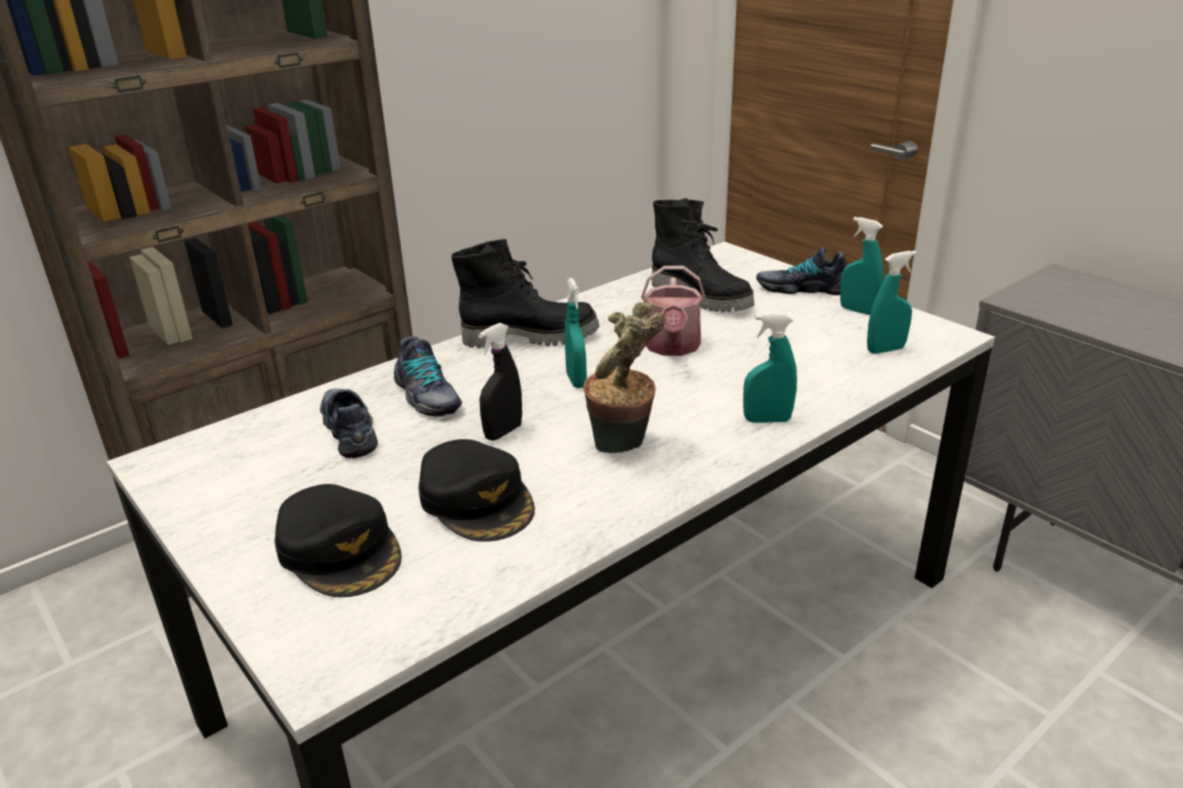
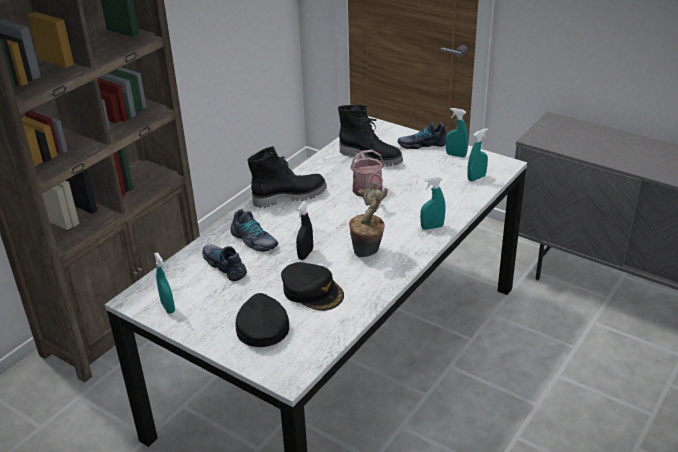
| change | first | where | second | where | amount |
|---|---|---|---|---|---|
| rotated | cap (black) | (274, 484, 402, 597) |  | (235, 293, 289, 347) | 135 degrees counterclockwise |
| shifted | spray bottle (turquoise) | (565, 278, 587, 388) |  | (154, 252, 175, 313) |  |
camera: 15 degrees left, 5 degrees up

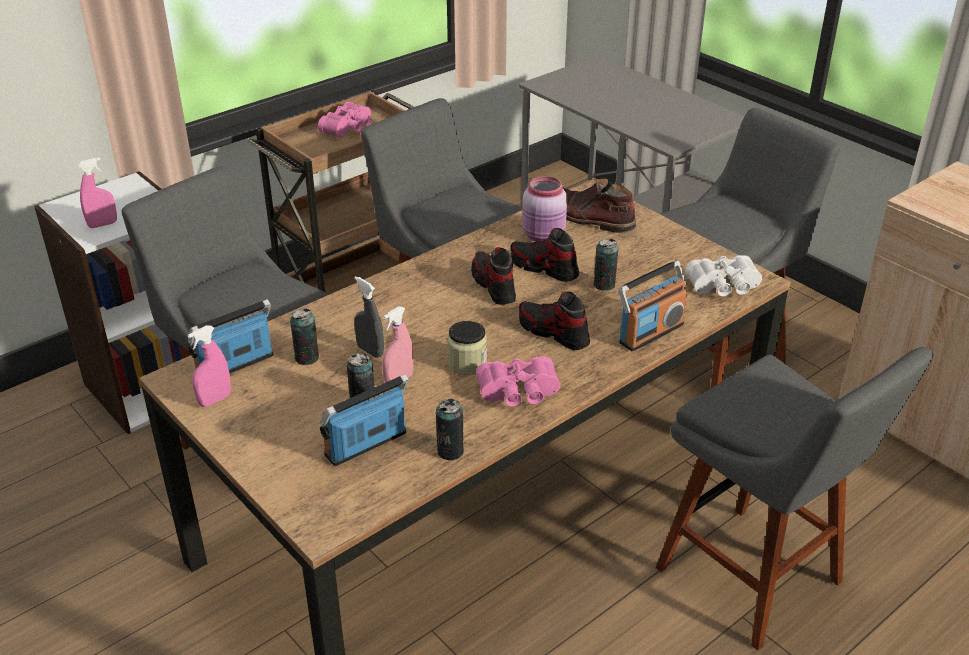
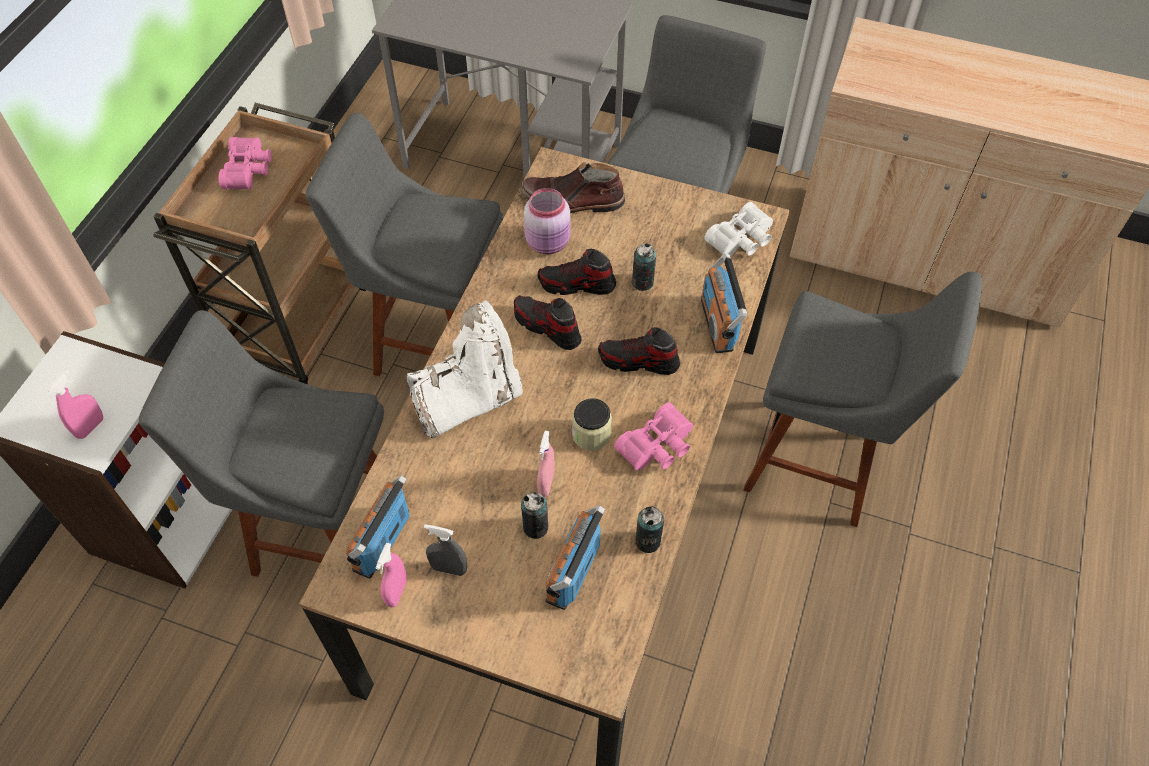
| change | first | where | second | where | amount |
|---|---|---|---|---|---|
| gone | can | (290, 308, 319, 365) |  |  |  |
| shifted | spray bottle (grey) | (354, 276, 384, 358) |  | (424, 524, 467, 576) |  |
| rotated | radio | (618, 261, 687, 352) |  | (701, 254, 747, 353) | 150 degrees clockwise |
| new |  |  | boot (white) | (407, 300, 523, 439) |  |
camera: 30 degrees left, 20 degrees up

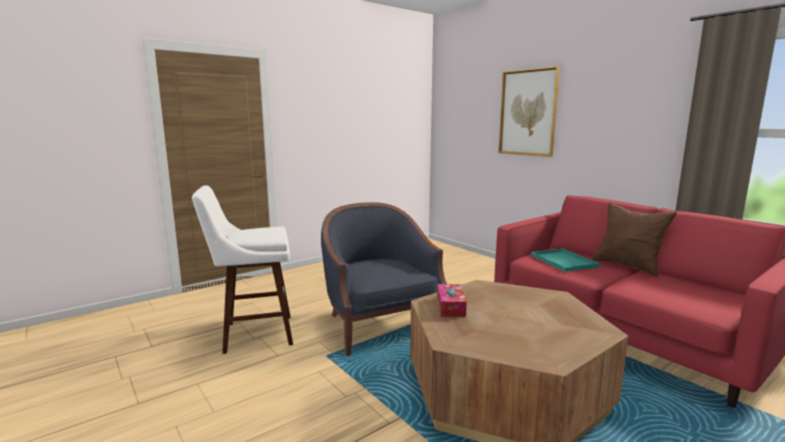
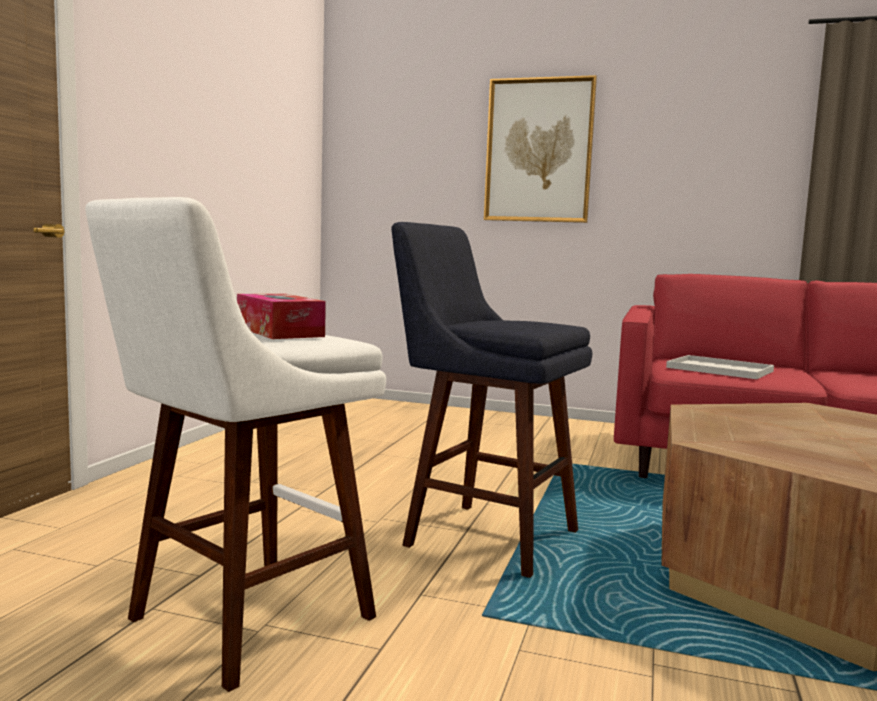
| change | first | where | second | where | amount |
|---|---|---|---|---|---|
| swapped | armchair (blue) | (321, 202, 447, 356) | stool (blue) | (391, 222, 592, 578) |  |
| shifted | tissue box | (437, 284, 467, 317) |  | (237, 294, 326, 339) |  |
| repainted | tray (turquoise) | (531, 249, 600, 272) | tray (white) | (666, 355, 774, 379) |  |
| gone | pillow (brown) | (592, 202, 677, 277) |  |  |  |
camera: 35 degrees left, 5 degrees down

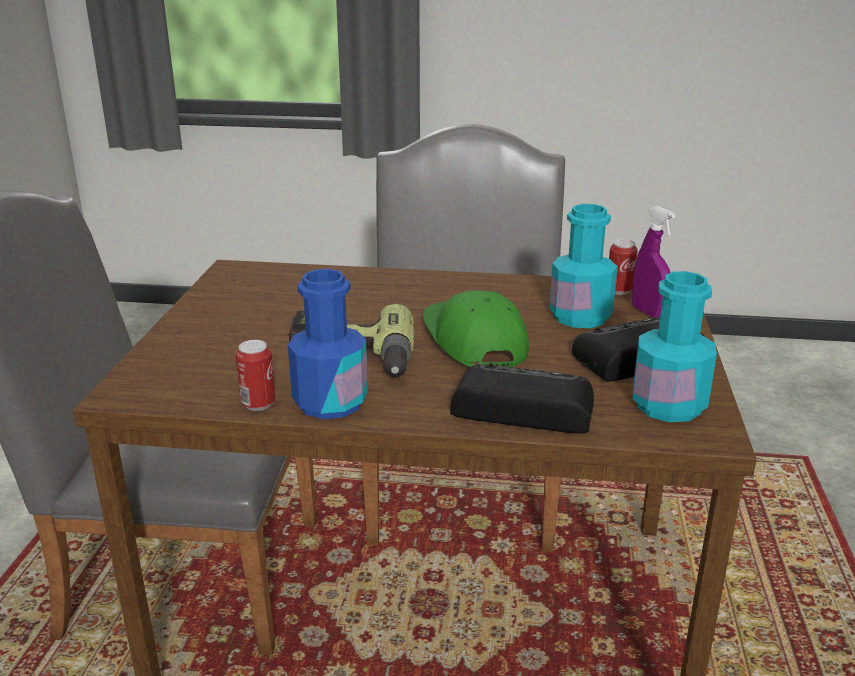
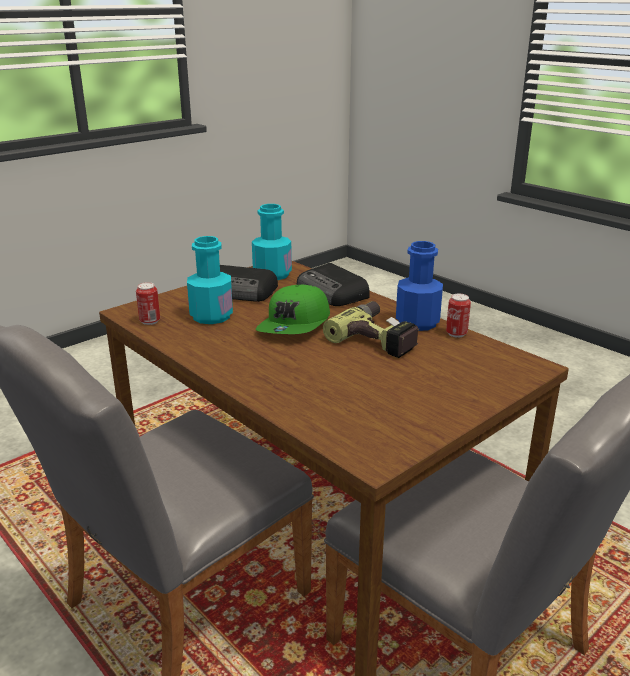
| change | first | where | second | where | amount |
|---|---|---|---|---|---|
| gone | spray bottle (purple) | (632, 206, 675, 318) |  |  |  |
camera: 140 degrees left, 0 degrees up

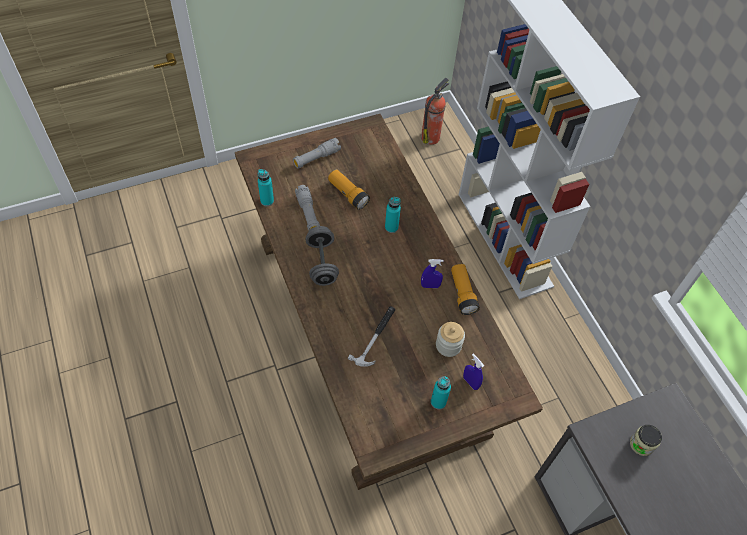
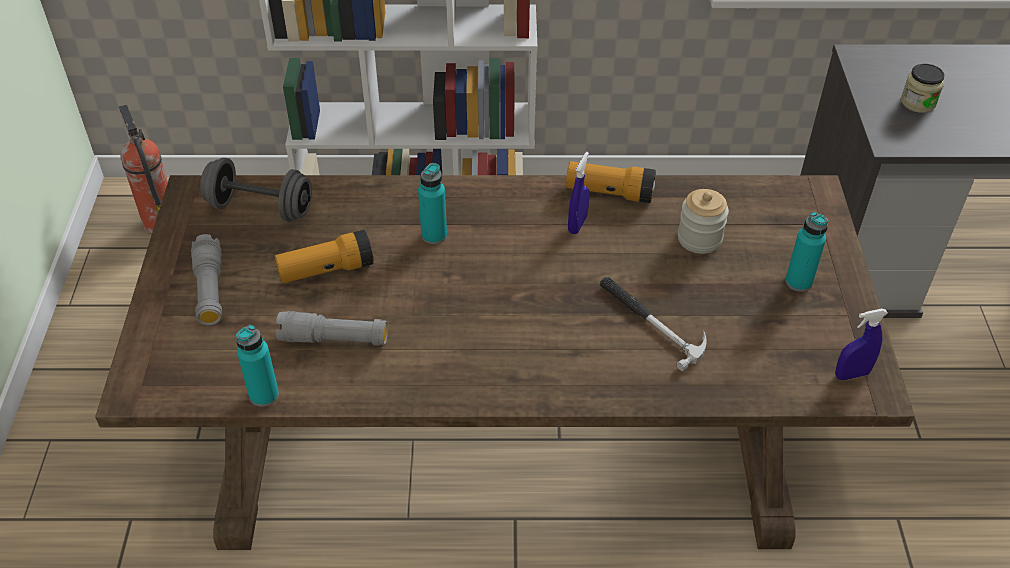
| change | first | where | second | where | amount |
|---|---|---|---|---|---|
| shifted | dumbbell (grey) | (306, 226, 339, 286) |  | (200, 158, 312, 222) |  |
| shifted | spray bottle (blue) | (463, 353, 484, 390) |  | (835, 309, 888, 380) |  |
camera: 65 degrees left, 10 degrees down

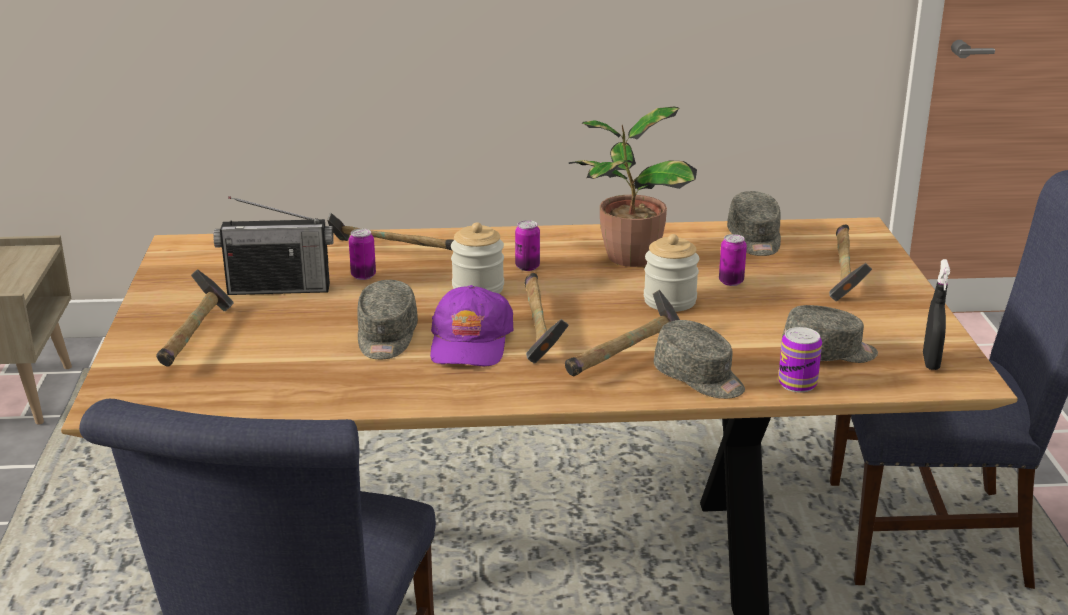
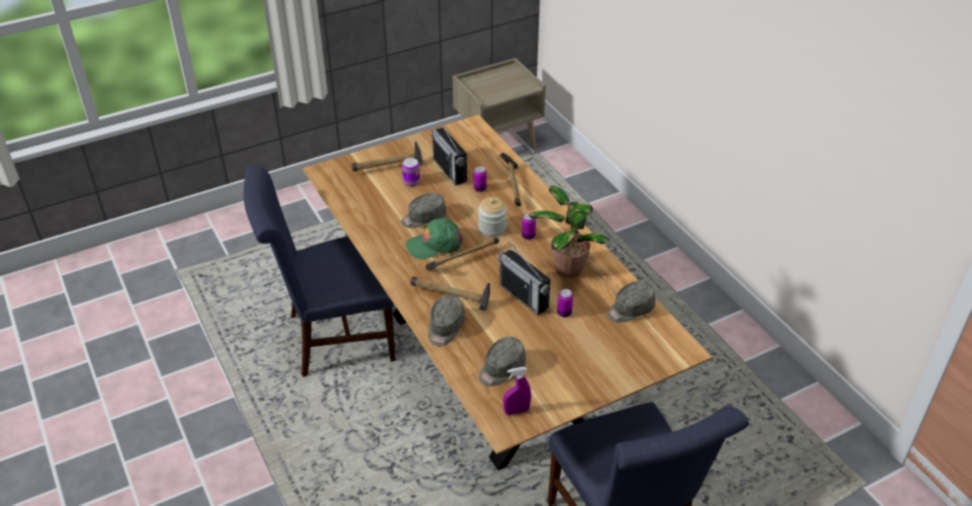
| change | first | where | second | where | amount |
|---|---|---|---|---|---|
| repainted | cap (purple) | (430, 285, 514, 367) | cap (green) | (406, 218, 464, 259) |  |
| swapped | jar | (644, 234, 699, 312) | radio | (498, 242, 551, 315) |  |
| shifted | can | (778, 327, 822, 392) |  | (402, 158, 420, 187) |  |
| rotated | cap (grey) | (782, 305, 878, 363) |  | (479, 337, 526, 386) | 75 degrees clockwise |
| gone | hammer | (829, 225, 872, 301) |  |  |  |
| repainted | spray bottle (black) | (923, 259, 950, 370) | spray bottle (purple) | (503, 367, 531, 415) |  |
camera: 65 degrees right, 15 degrees up

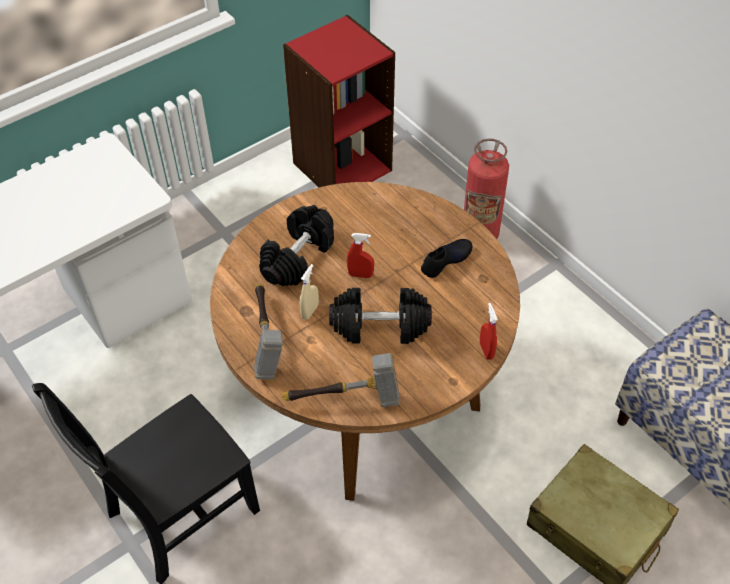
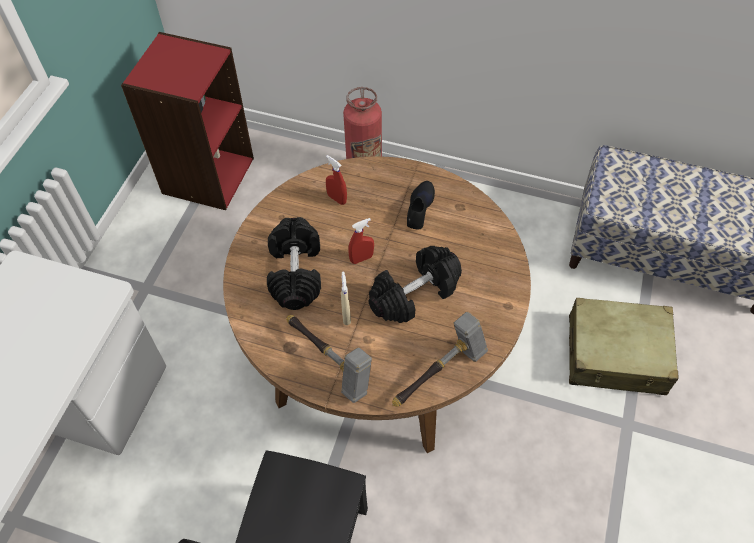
| change | first | where | second | where | amount |
|---|---|---|---|---|---|
| shifted | spray bottle (red) | (480, 303, 498, 360) |  | (326, 155, 347, 205) |  |
camera: 35 degrees left, 5 degrees up

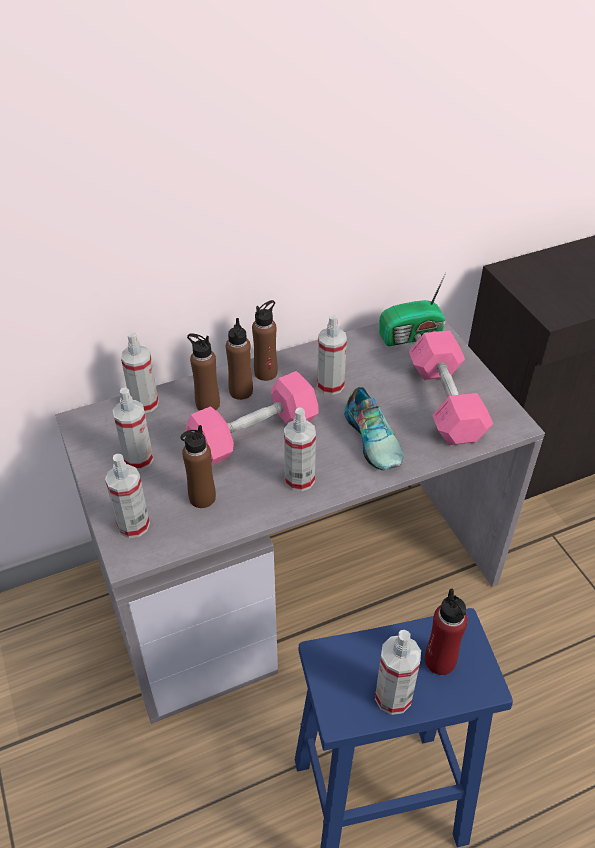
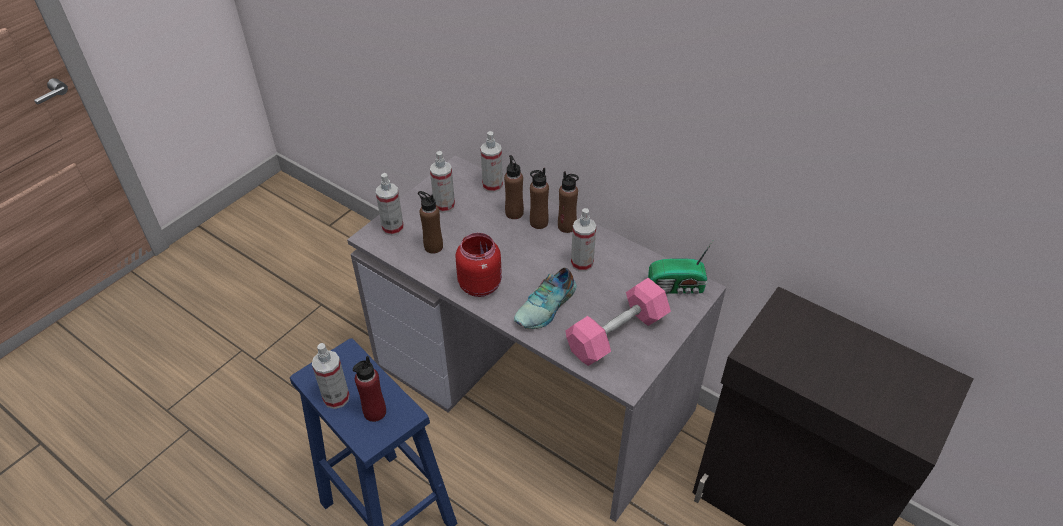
| change | first | where | second | where | amount |
|---|---|---|---|---|---|
| gone | dumbbell (pink) | (186, 371, 318, 465) |  |  |  |
| swapped | spray bottle | (284, 407, 316, 492) | jar (red) | (455, 233, 502, 297) |  |
| rotated | radio | (379, 273, 446, 346) |  | (648, 240, 714, 294) | 45 degrees counterclockwise |
camera: 60 degrees right, 0 degrees up

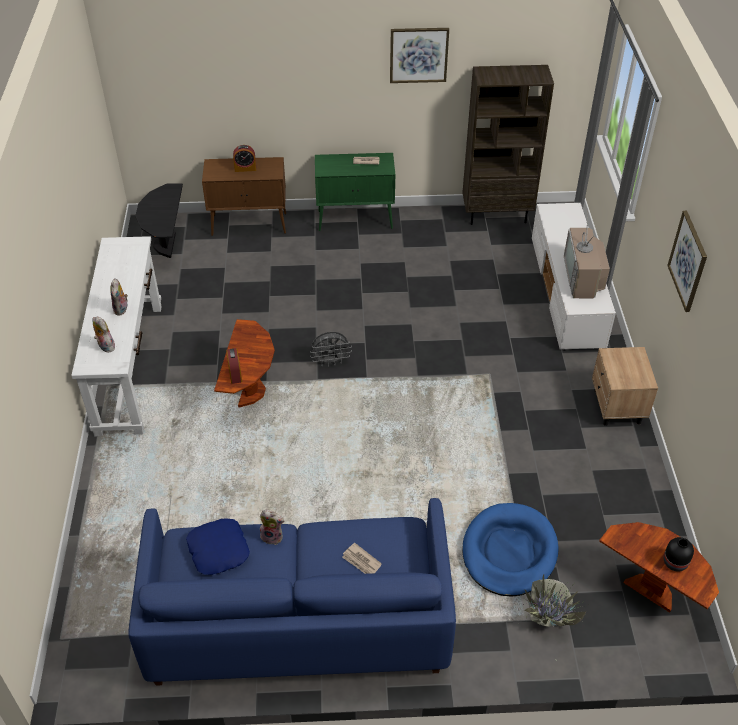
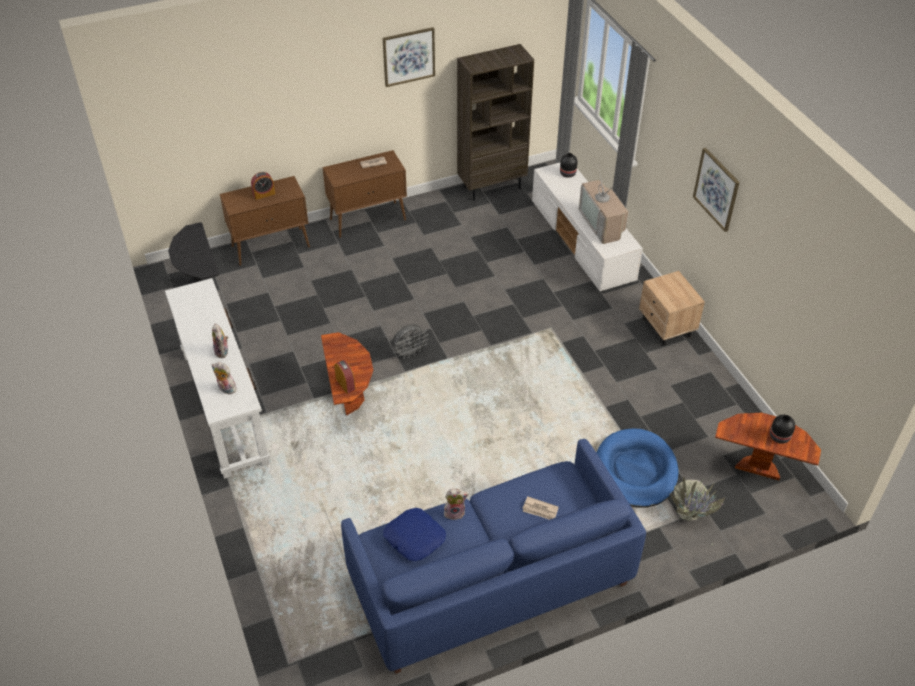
| change | first | where | second | where | amount |
|---|---|---|---|---|---|
| repainted | cabinet (green) | (315, 153, 395, 231) | cabinet (brown) | (322, 150, 407, 238) |  |
| new |  |  | vase (black) | (560, 153, 577, 178) |  |
camera: 20 degrees left, 0 degrees up

